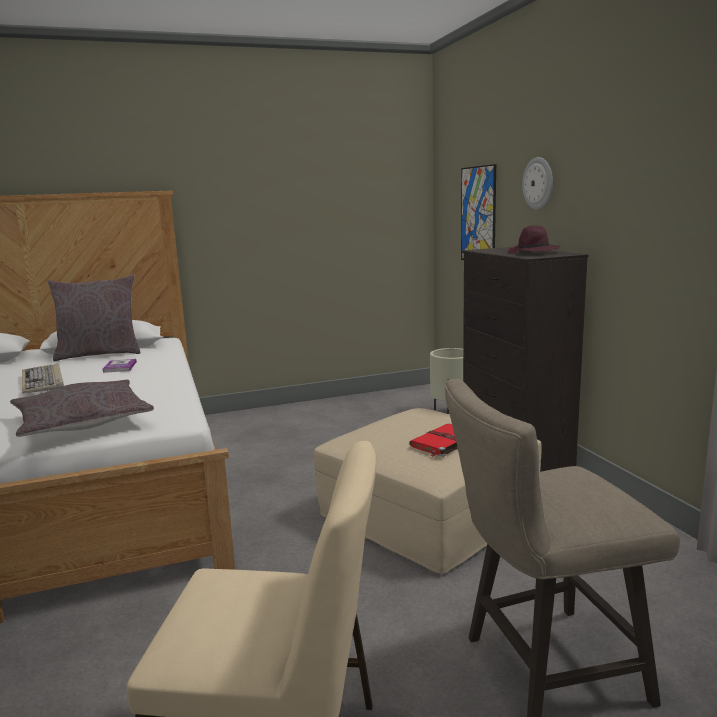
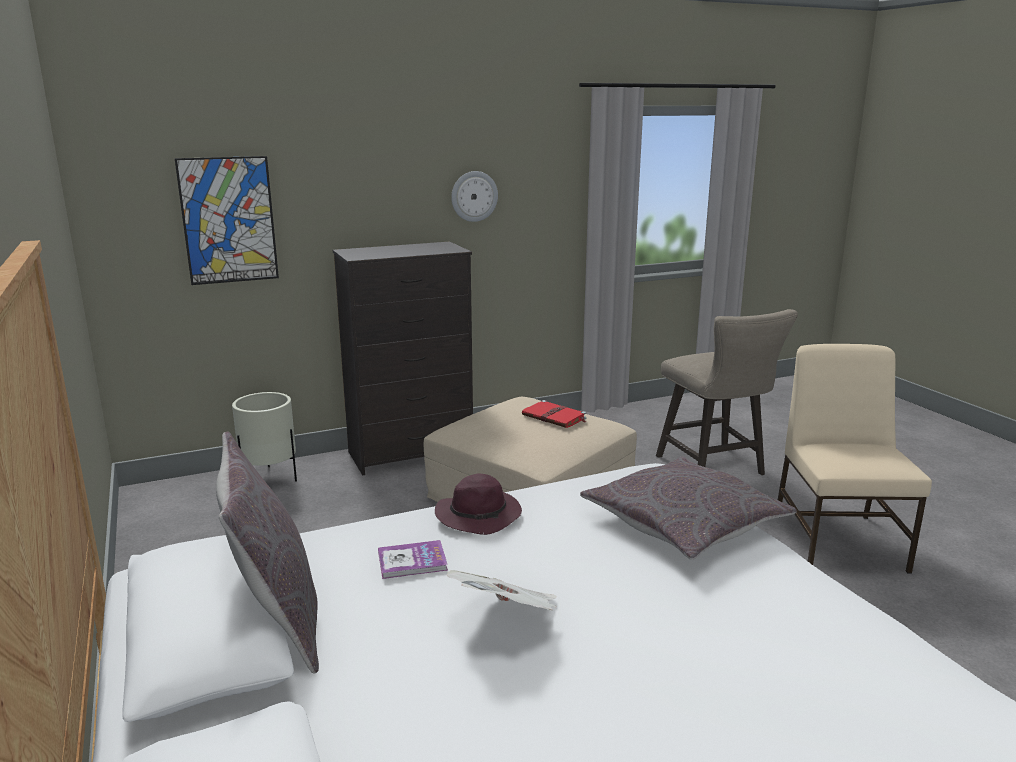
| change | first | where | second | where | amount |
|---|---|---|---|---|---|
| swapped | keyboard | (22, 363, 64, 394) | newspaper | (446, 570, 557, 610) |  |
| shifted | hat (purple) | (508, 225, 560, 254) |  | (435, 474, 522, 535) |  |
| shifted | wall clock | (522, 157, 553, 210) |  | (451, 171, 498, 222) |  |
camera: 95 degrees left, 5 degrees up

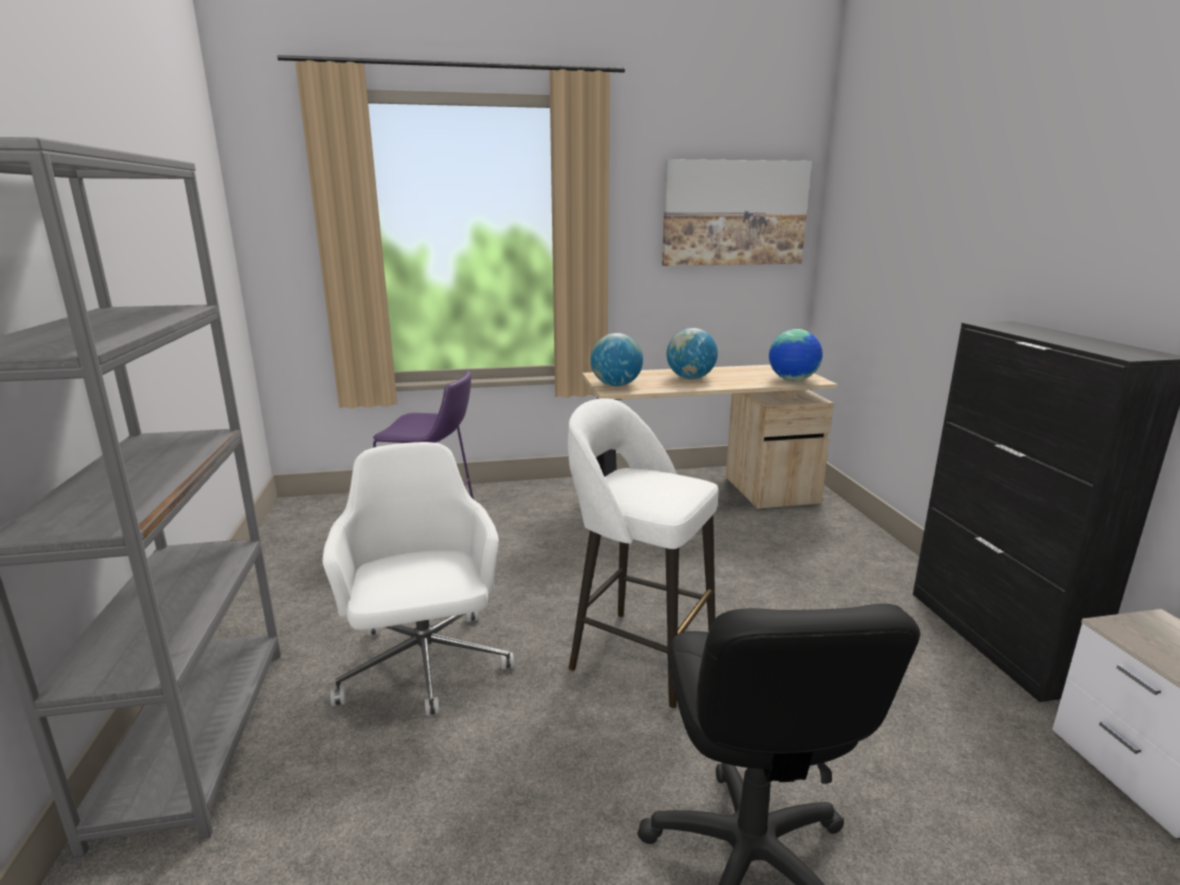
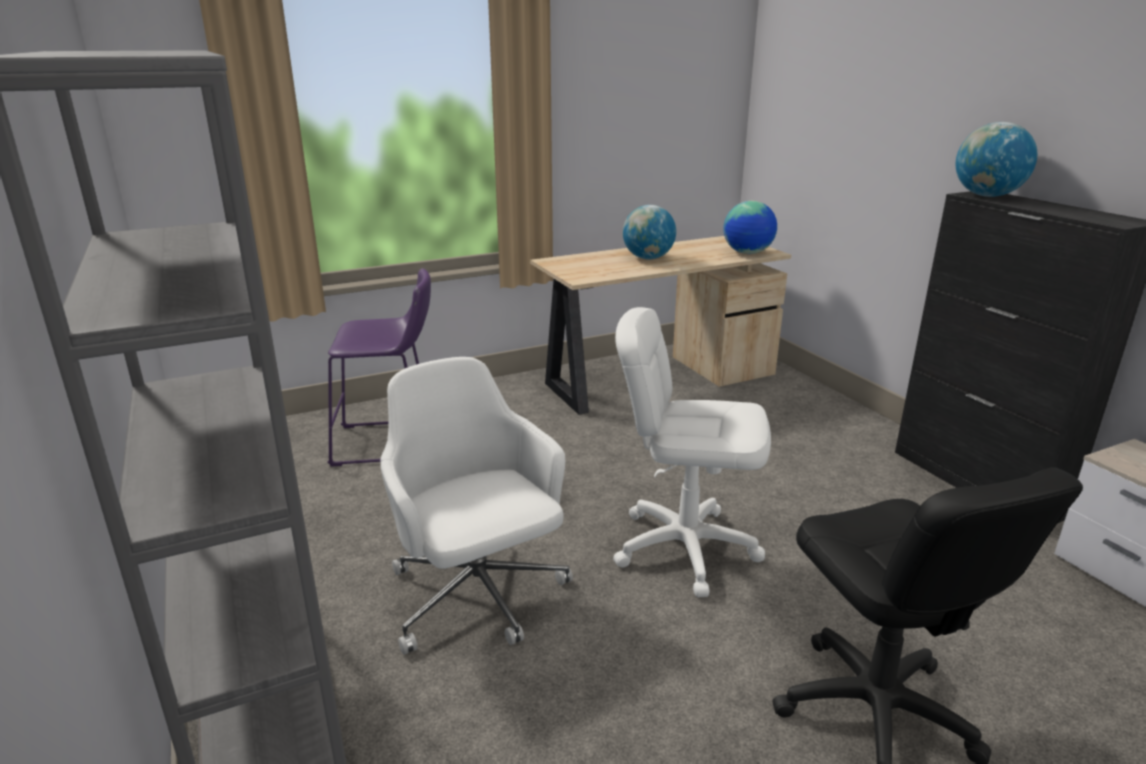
| change | first | where | second | where | amount |
|---|---|---|---|---|---|
| swapped | stool (white) | (568, 398, 718, 708) | office chair (white) | (613, 307, 771, 597) |  |
| shifted | globe | (590, 333, 643, 386) |  | (956, 122, 1037, 197) |  |
| gone | picture | (662, 159, 812, 266) |  |  |  |
camera: 15 degrees left, 5 degrees up

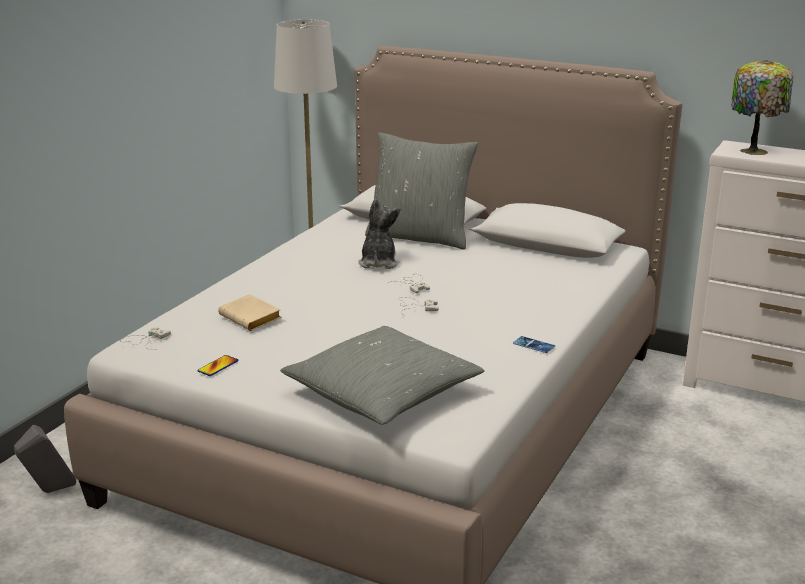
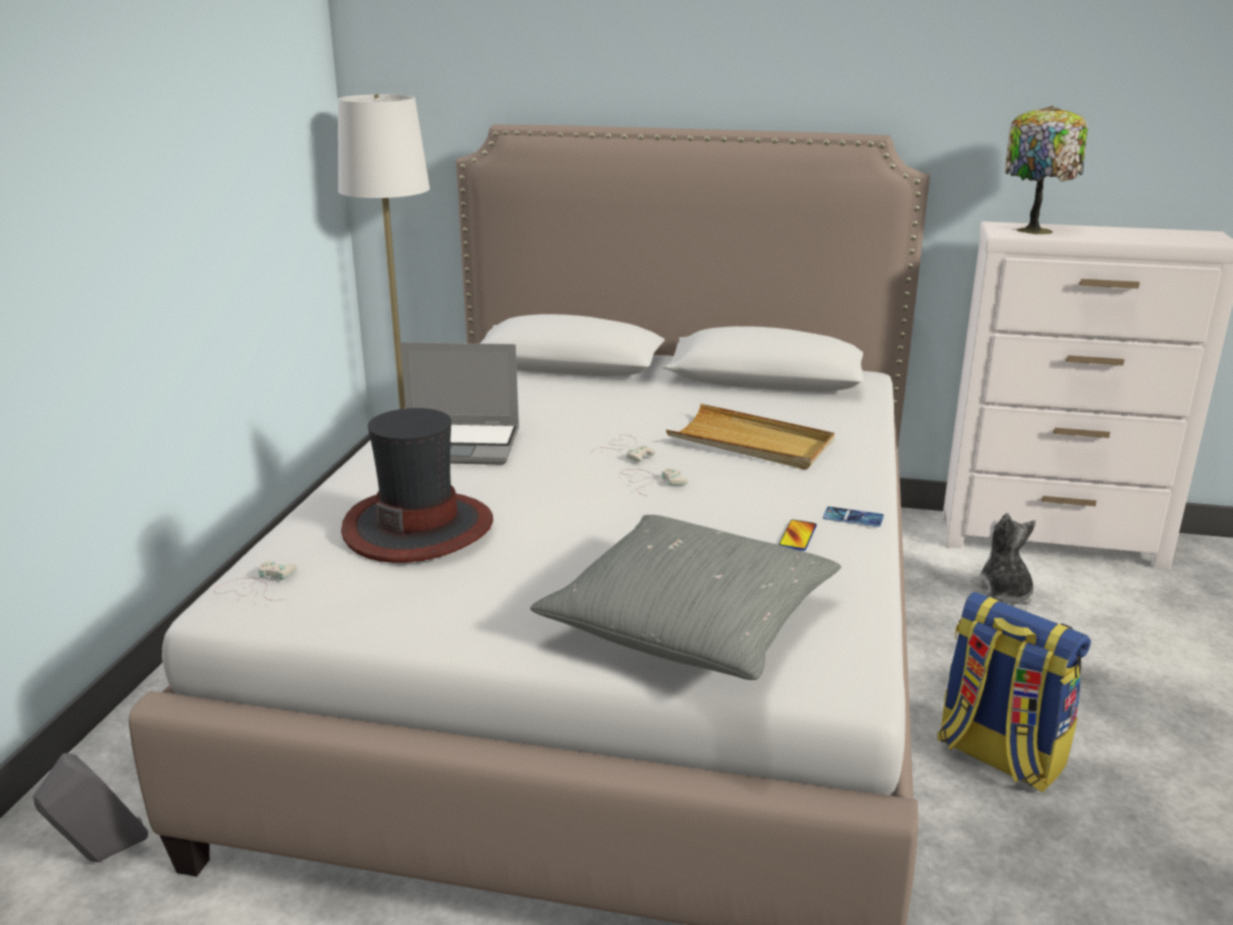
| change | first | where | second | where | amount |
|---|---|---|---|---|---|
| shifted | phone | (197, 355, 238, 376) |  | (779, 520, 817, 551) |  |
| swapped | book (beige) | (218, 294, 281, 331) | hat | (341, 408, 493, 563) |  |
| shifted | plush toy | (358, 199, 400, 269) |  | (971, 513, 1036, 604) |  |
| gone | pillow (grey) | (365, 132, 478, 250) |  |  |  |
| new |  |  | laptop | (400, 342, 519, 465) |  |
| new |  |  | tray (beige) | (666, 404, 835, 470) |  |
| new |  |  | backpack | (938, 592, 1091, 792) |  |
camera: 15 degrees left, 0 degrees up

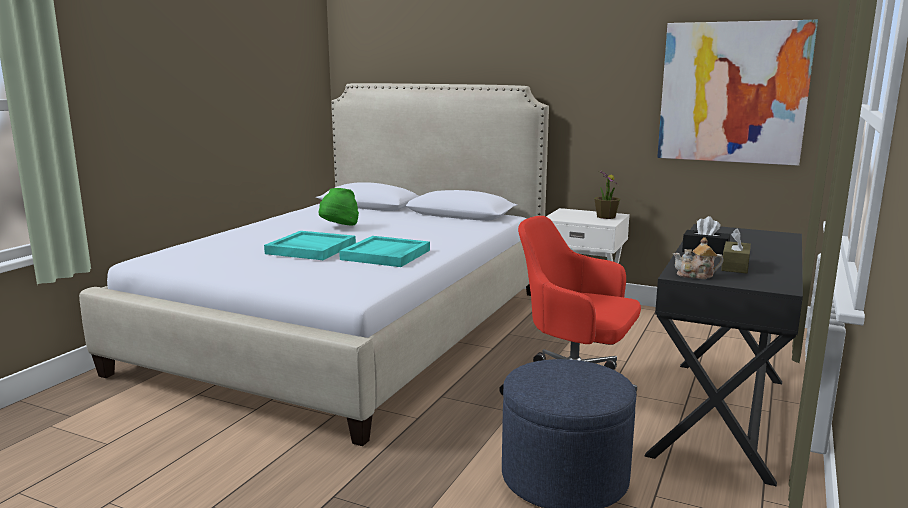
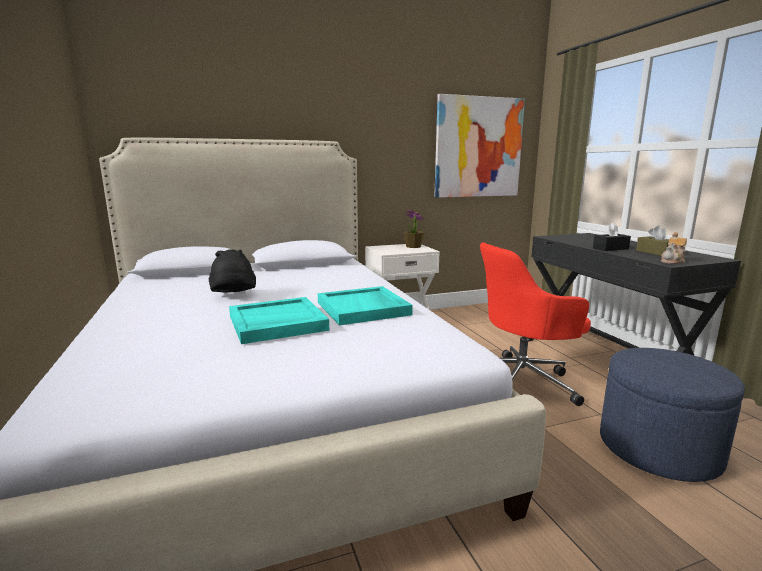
| change | first | where | second | where | amount |
|---|---|---|---|---|---|
| repainted | hat (green) | (319, 188, 359, 226) | hat (black) | (209, 250, 256, 293) |  |
camera: 45 degrees left, 0 degrees up

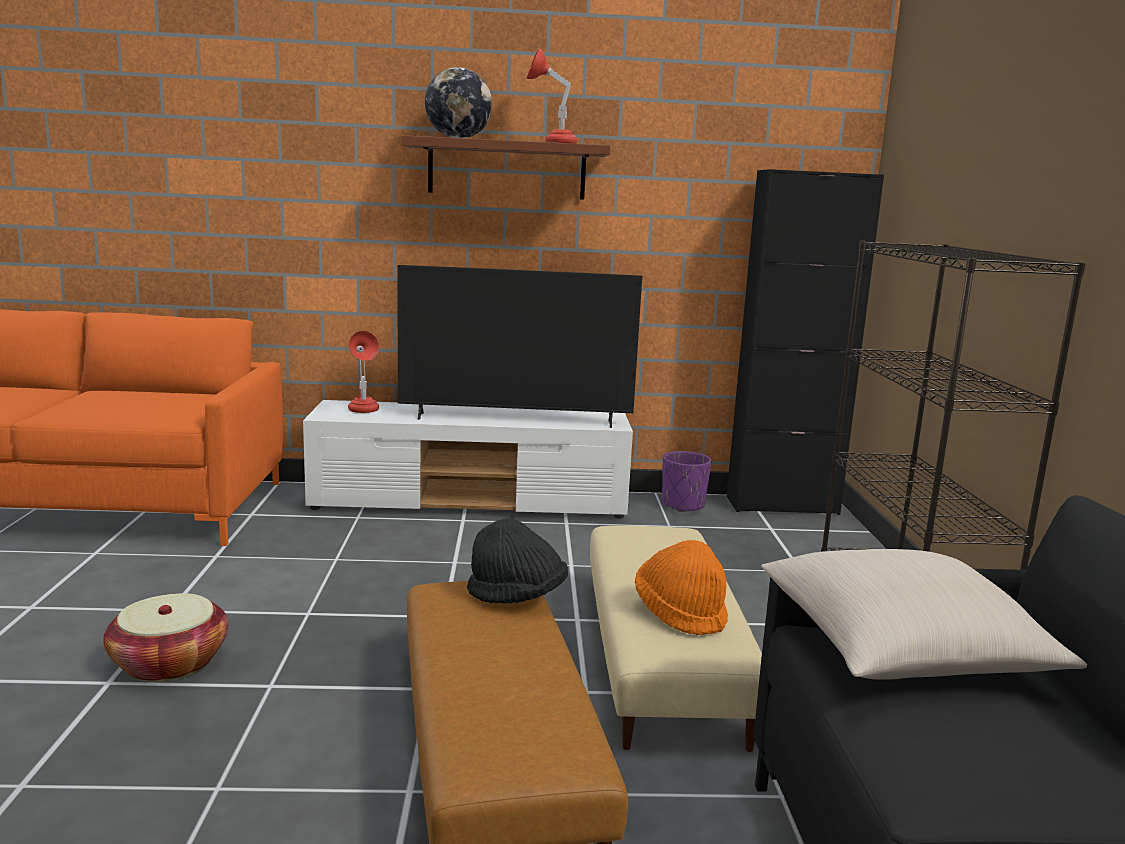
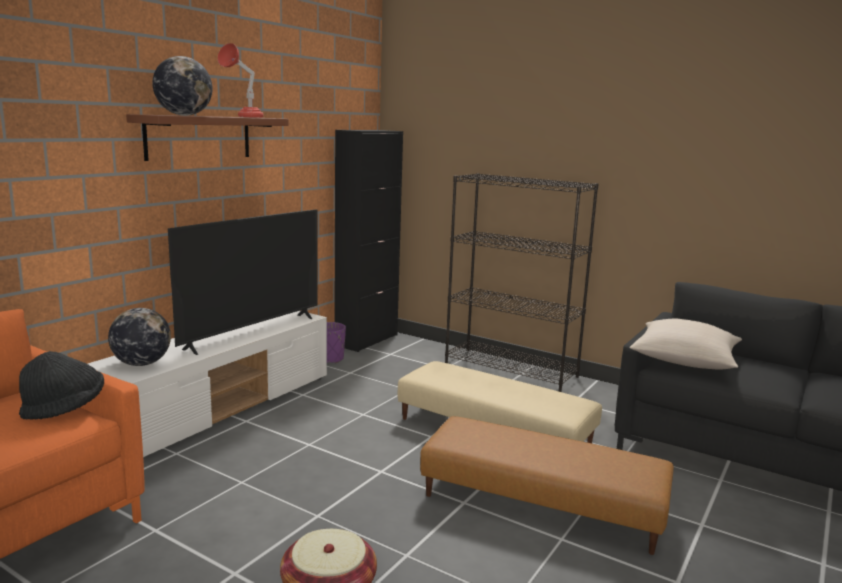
| change | first | where | second | where | amount |
|---|---|---|---|---|---|
| swapped | table lamp (red) | (348, 331, 379, 413) | globe | (108, 308, 171, 366) |  |
| shifted | hat (black) | (467, 518, 568, 604) |  | (19, 351, 104, 420) |  |
| gone | hat (orange) | (635, 540, 728, 635) |  |  |  |
camera: 55 degrees left, 0 degrees up

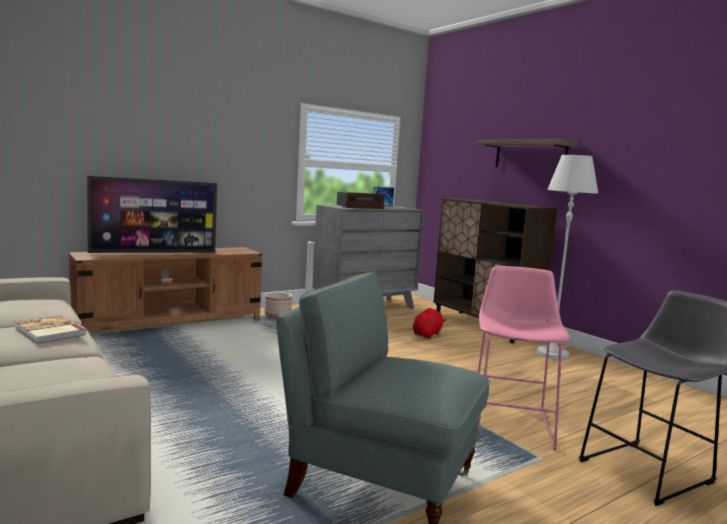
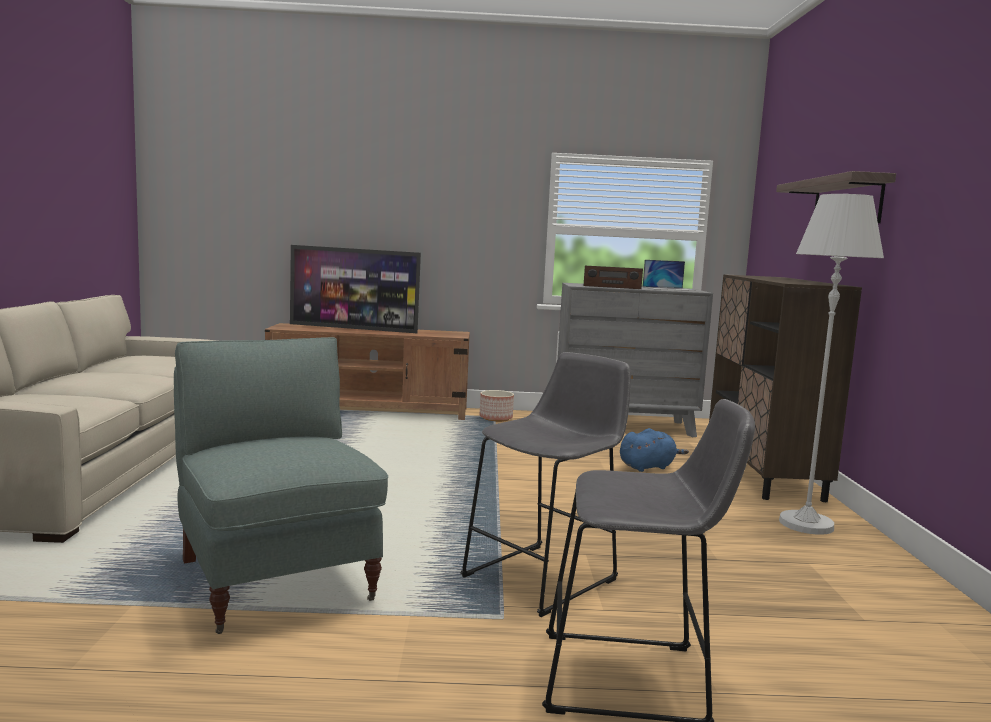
| change | first | where | second | where | amount |
|---|---|---|---|---|---|
| gone | book | (15, 315, 87, 344) |  |  |  |
| repainted | plush toy (red) | (413, 308, 447, 339) | plush toy (blue) | (620, 428, 689, 472) |  |
| repainted | stool (pink) | (477, 266, 570, 451) | stool (grey) | (460, 352, 631, 617) |  |
camera: 35 degrees right, 0 degrees up

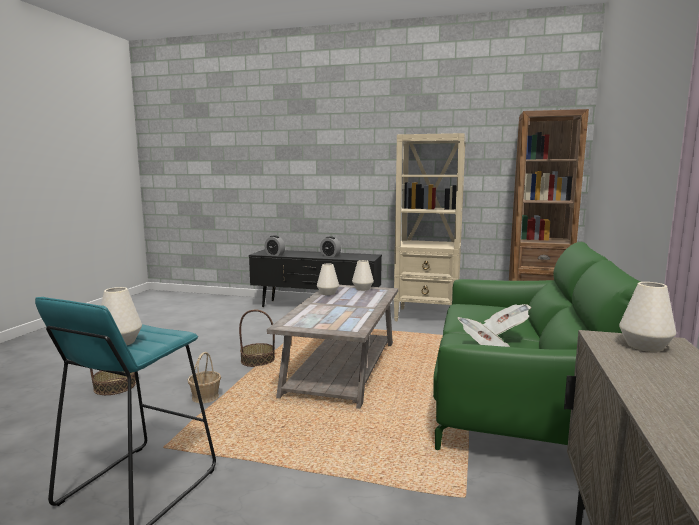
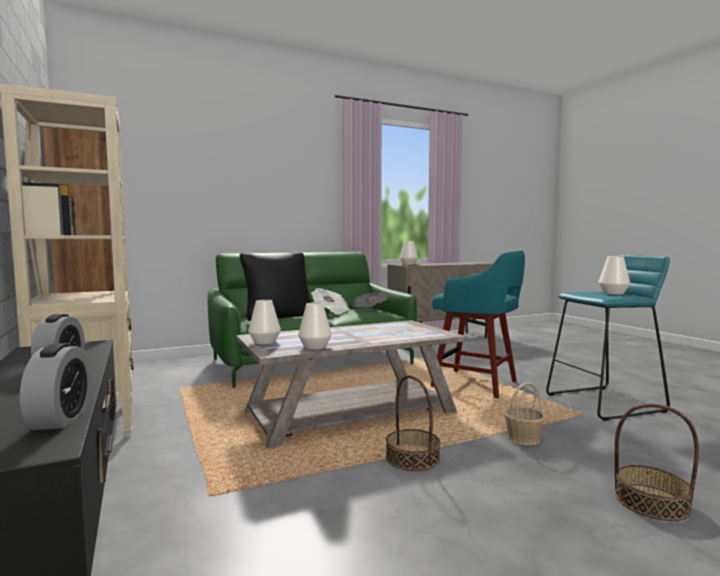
| change | first | where | second | where | amount |
|---|---|---|---|---|---|
| new |  |  | pillow (black) | (240, 252, 312, 321) |  |
| new |  |  | stool (turquoise) | (430, 251, 525, 398) |  |
camera: 130 degrees left, 5 degrees down

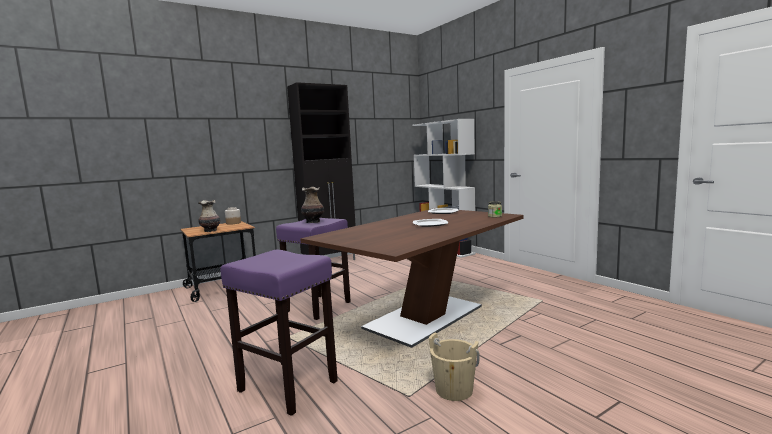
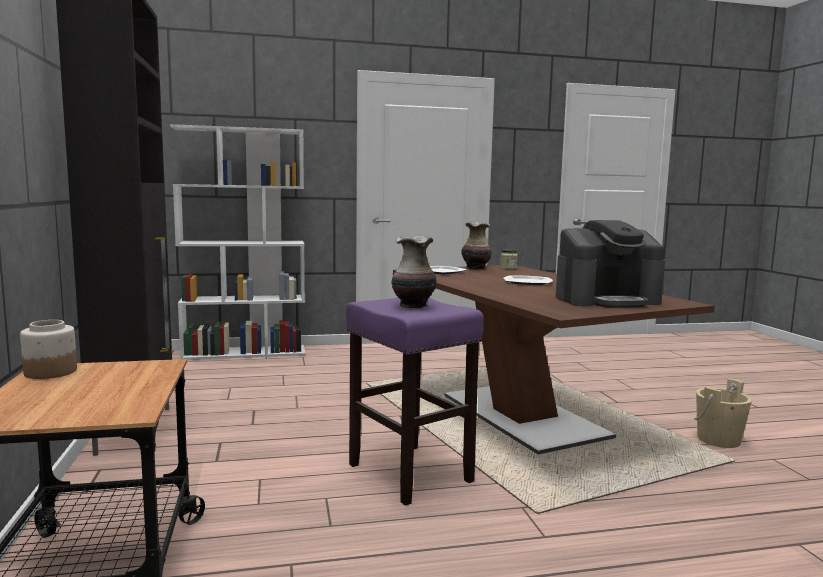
| change | first | where | second | where | amount |
|---|---|---|---|---|---|
| shifted | vase | (198, 200, 220, 232) |  | (461, 222, 492, 270) |  |
| gone | stool (purple) | (220, 250, 338, 416) |  |  |  |
| new |  |  | coffee machine | (555, 220, 665, 308) |  |
camera: 70 degrees left, 0 degrees up

